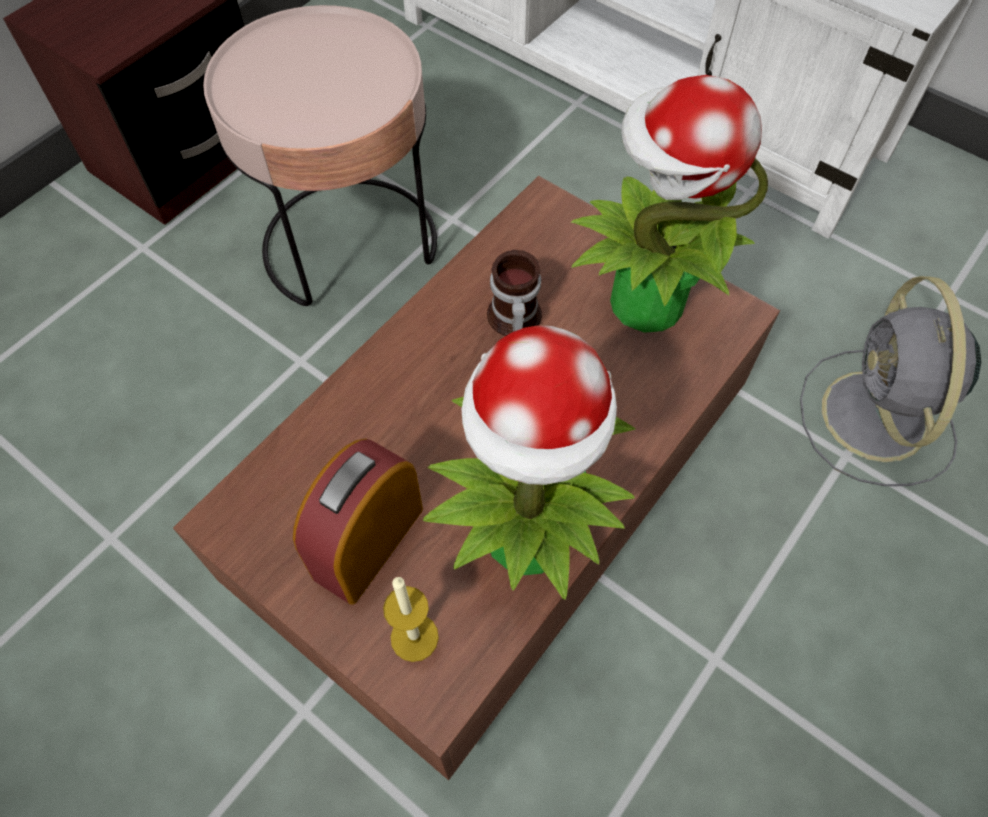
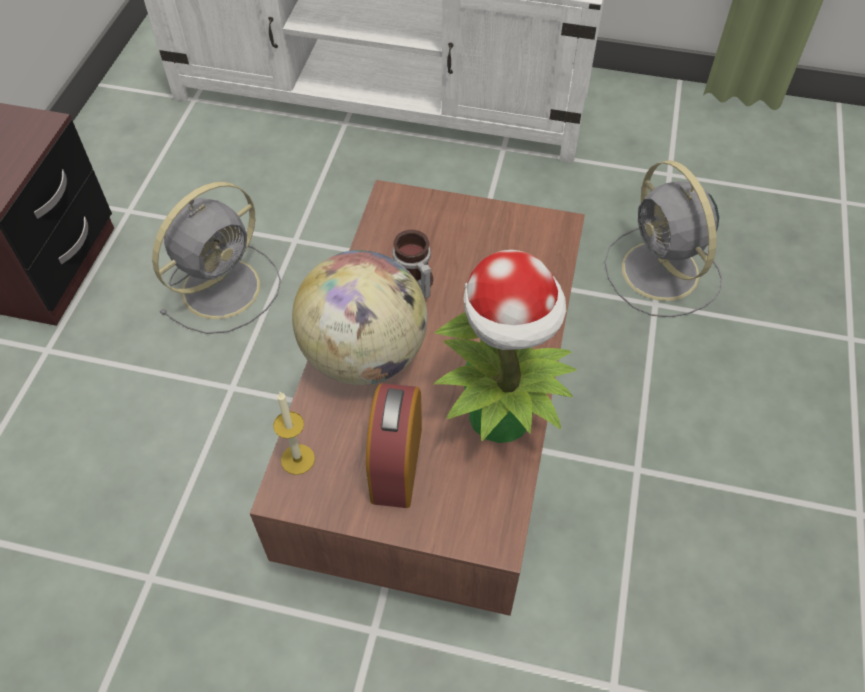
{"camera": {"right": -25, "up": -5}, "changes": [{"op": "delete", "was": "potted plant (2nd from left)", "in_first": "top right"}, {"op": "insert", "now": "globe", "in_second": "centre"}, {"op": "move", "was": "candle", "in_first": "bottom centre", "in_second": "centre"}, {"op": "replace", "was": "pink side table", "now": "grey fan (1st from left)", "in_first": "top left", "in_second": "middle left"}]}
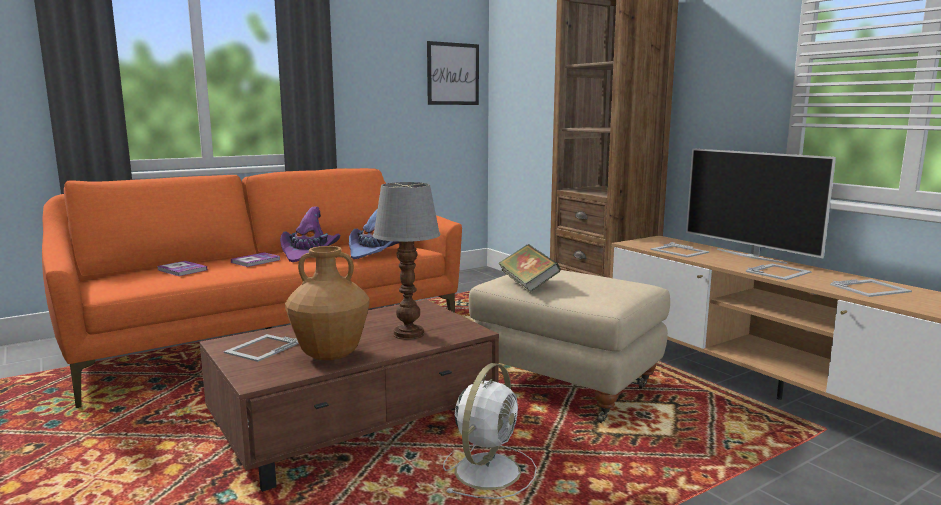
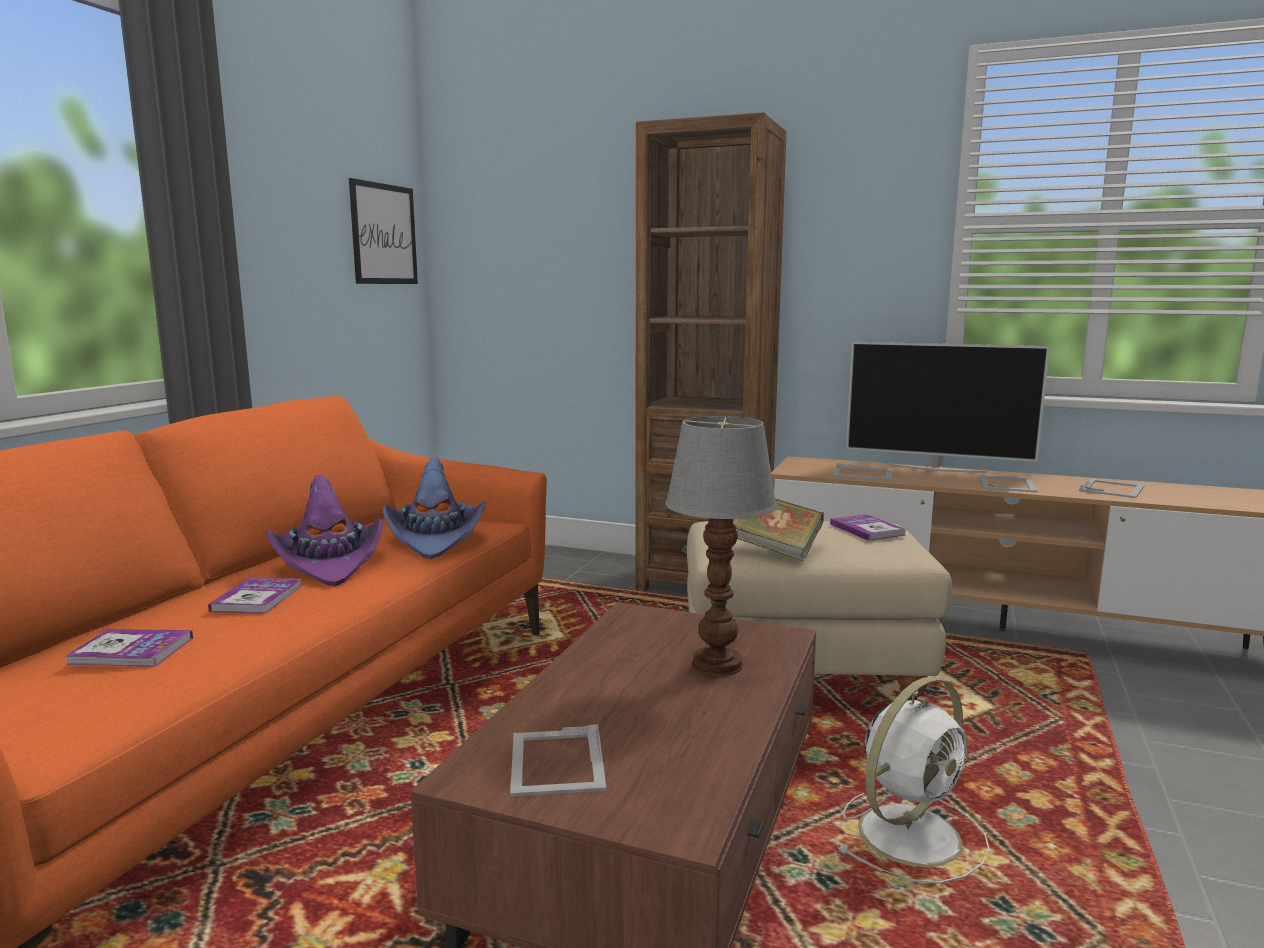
{"camera": {"right": -35, "up": 0}, "changes": [{"op": "delete", "was": "brown vase", "in_first": "centre"}, {"op": "insert", "now": "book (4th from left)", "in_second": "middle right"}, {"op": "rotate", "was": "white fan", "in_first": "bottom centre", "in_second": "bottom right", "clockwise": 60}]}
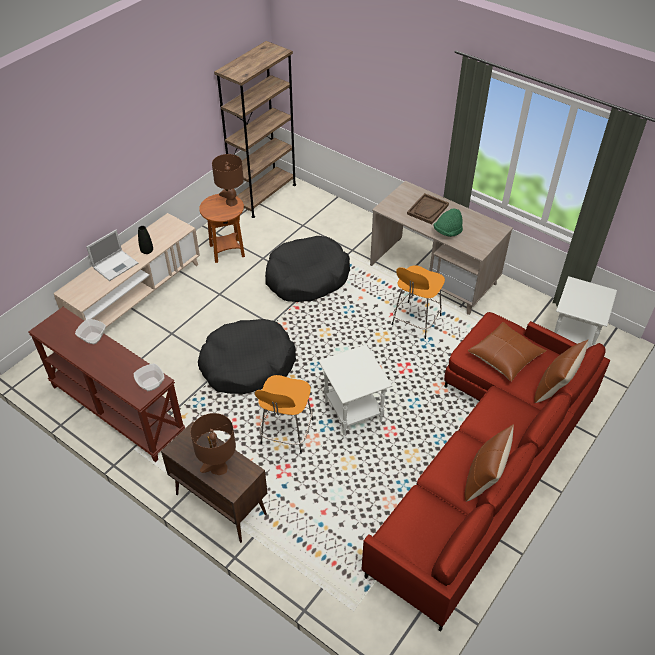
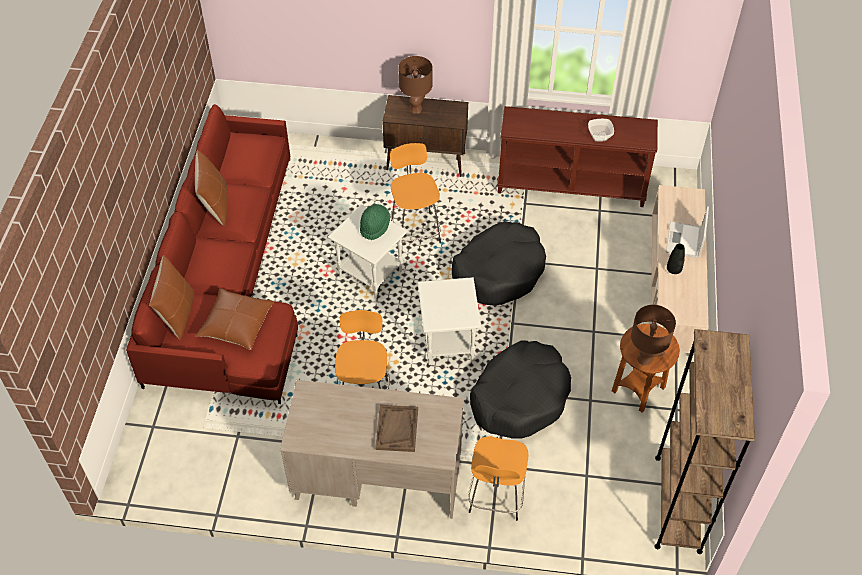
{"camera": {"right": 150, "up": 5}, "changes": [{"op": "delete", "was": "bowl (2nd from left)", "in_first": "middle left"}, {"op": "insert", "now": "orange stool (3rd from left)", "in_second": "bottom centre"}, {"op": "move", "was": "green hat", "in_first": "middle right", "in_second": "centre"}, {"op": "move", "was": "white side table (2nd from left)", "in_first": "middle right", "in_second": "centre"}]}
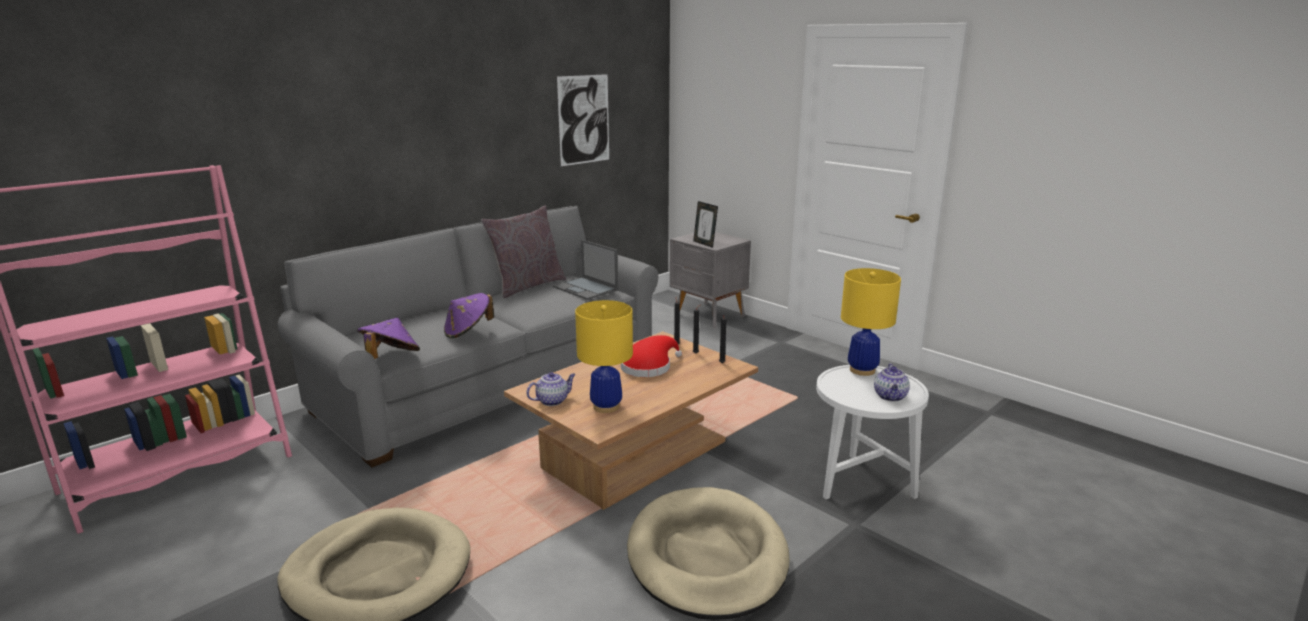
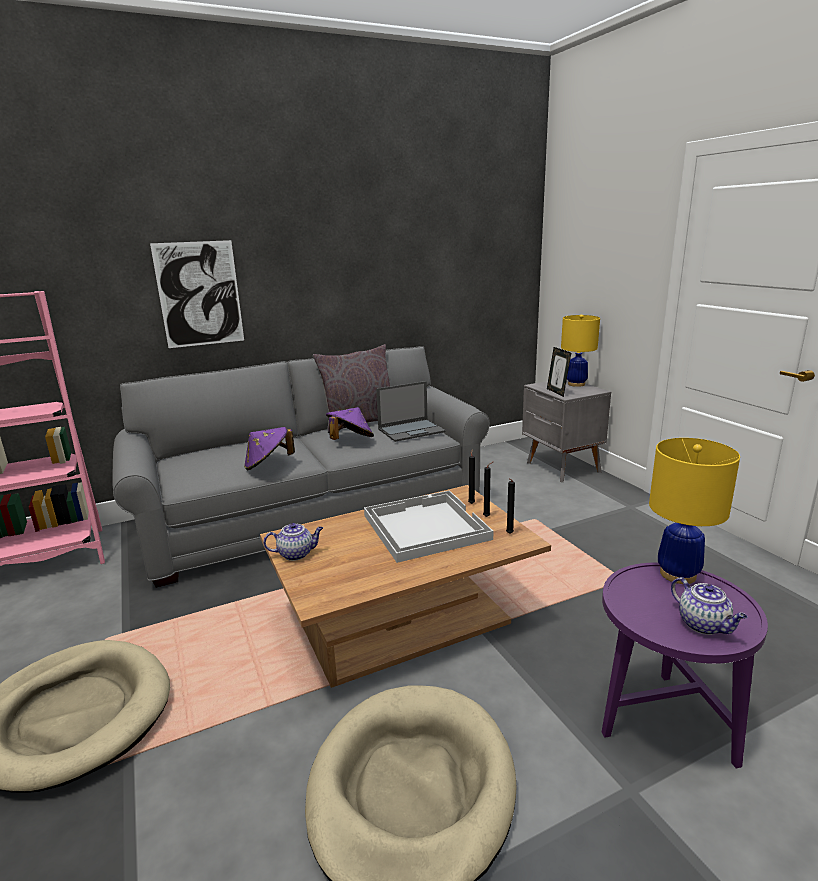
{"camera": {"right": 20, "up": 0}, "changes": [{"op": "move", "was": "purple hat (1st from left in the first image)", "now": "purple hat (2nd from left)", "in_first": "middle left", "in_second": "centre"}, {"op": "move", "was": "picture", "in_first": "top centre", "in_second": "middle left"}, {"op": "move", "was": "yellow table lamp (1st from left)", "in_first": "centre", "in_second": "middle right"}, {"op": "replace", "was": "red hat", "now": "white tray", "in_first": "centre", "in_second": "centre"}, {"op": "recolor", "was": "white side table", "now": "purple side table", "in_first": "bottom right", "in_second": "bottom right"}, {"op": "rotate", "was": "laptop", "in_first": "centre", "in_second": "centre", "clockwise": -90}, {"op": "rotate", "was": "teapot (2nd from left)", "in_first": "middle right", "in_second": "bottom right", "clockwise": -60}]}
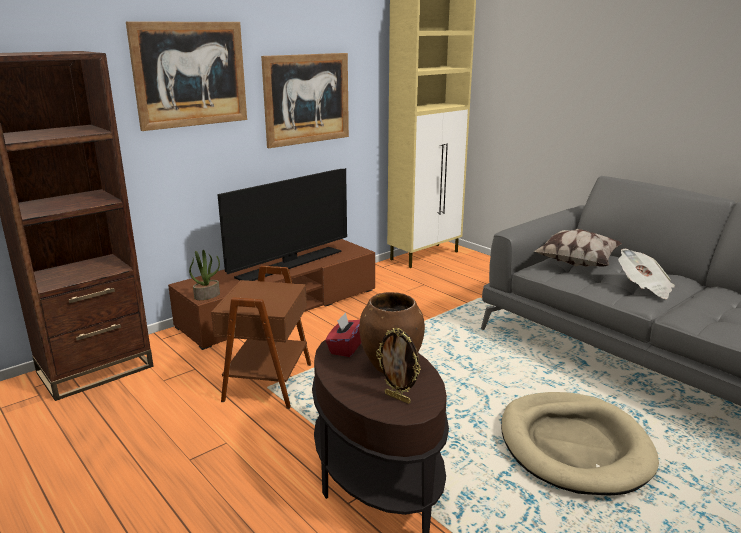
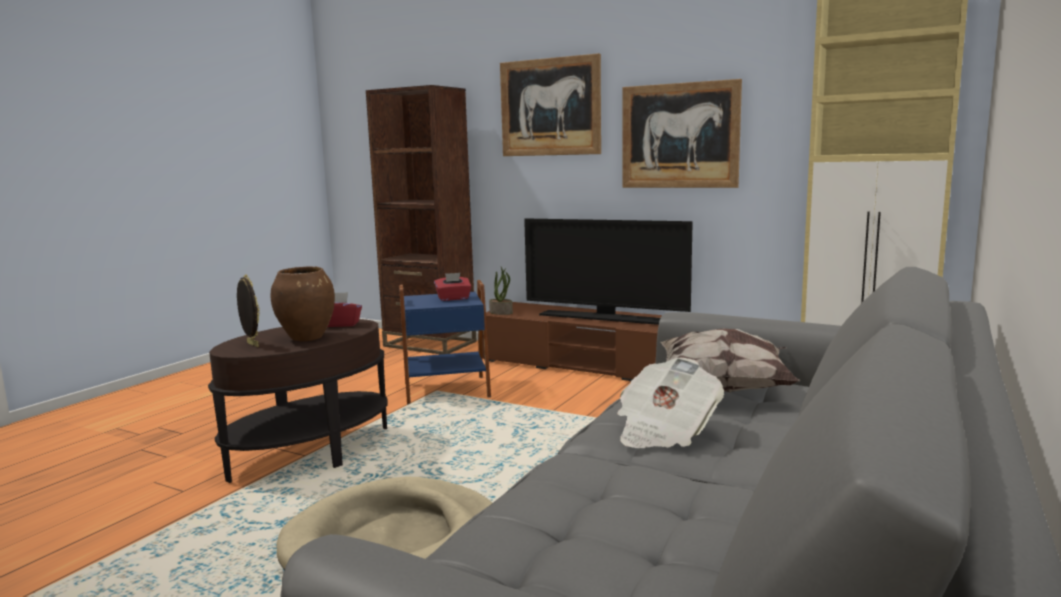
{"camera": {"right": 70, "up": -10}, "changes": [{"op": "insert", "now": "red tissue box (2nd from left)", "in_second": "centre"}, {"op": "recolor", "was": "brown side table (1st from left)", "now": "blue side table", "in_first": "centre", "in_second": "centre"}, {"op": "rotate", "was": "picture frame", "in_first": "bottom centre", "in_second": "middle left", "clockwise": 120}]}
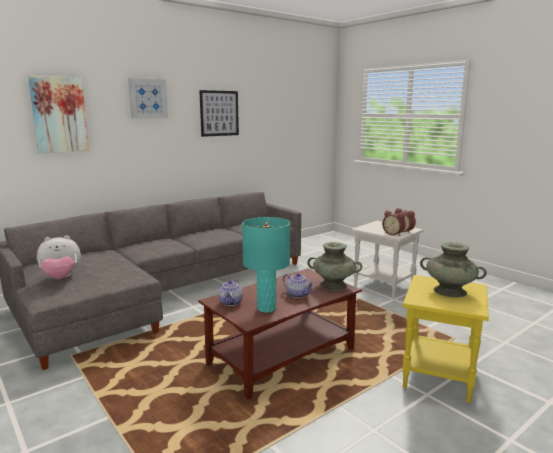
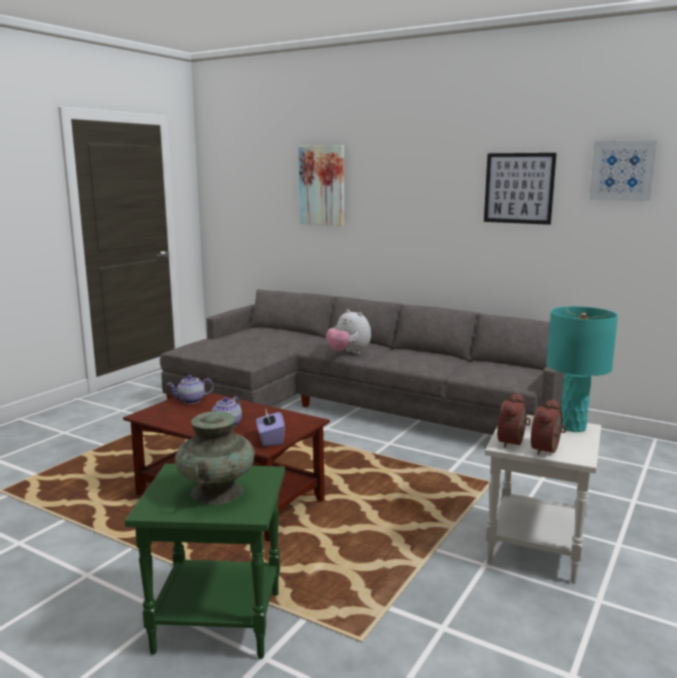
{"camera": {"right": 70, "up": 0}, "changes": [{"op": "move", "was": "plush toy", "in_first": "middle left", "in_second": "centre"}, {"op": "move", "was": "picture (2nd from left in the first image)", "now": "picture (3rd from left)", "in_first": "top left", "in_second": "top right"}, {"op": "move", "was": "turquoise table lamp", "in_first": "centre", "in_second": "middle right"}, {"op": "replace", "was": "turquoise vase (1st from left)", "now": "purple tissue box", "in_first": "centre", "in_second": "centre"}, {"op": "recolor", "was": "yellow side table", "now": "green side table", "in_first": "bottom right", "in_second": "bottom left"}]}
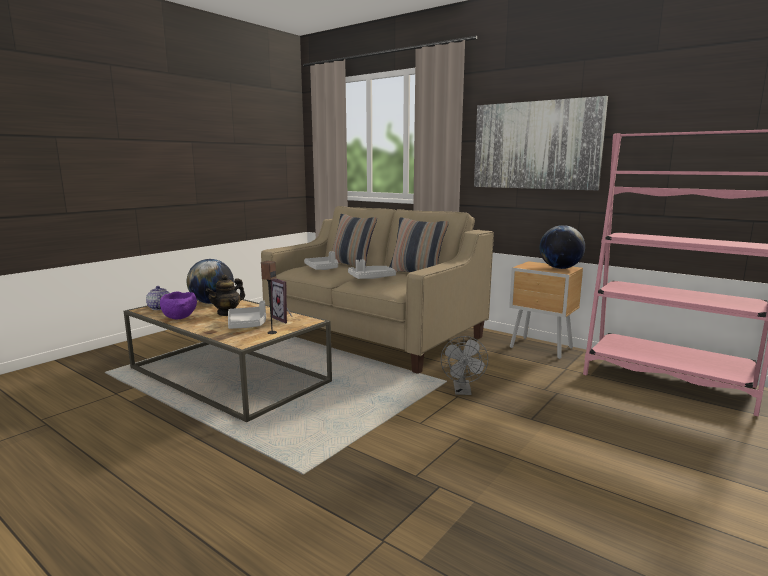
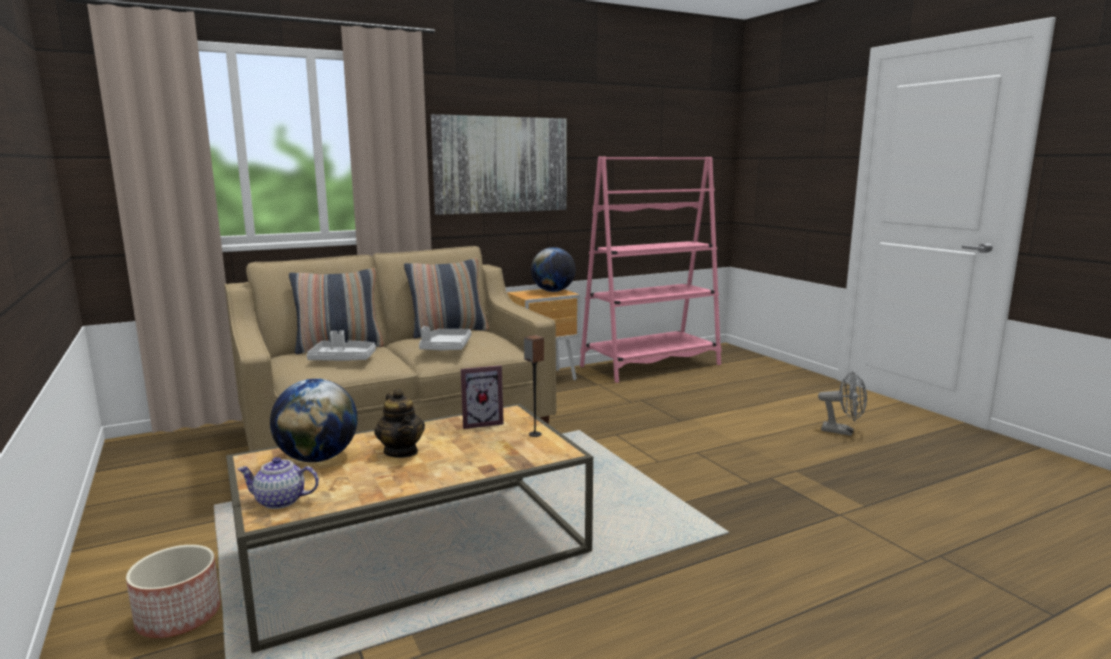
{"camera": {"right": -65, "up": 0}, "changes": [{"op": "delete", "was": "purple bowl", "in_first": "middle left"}, {"op": "delete", "was": "grey tray (1st from left)", "in_first": "middle left"}, {"op": "insert", "now": "planter", "in_second": "bottom left"}, {"op": "move", "was": "grey fan", "in_first": "centre", "in_second": "middle right"}]}
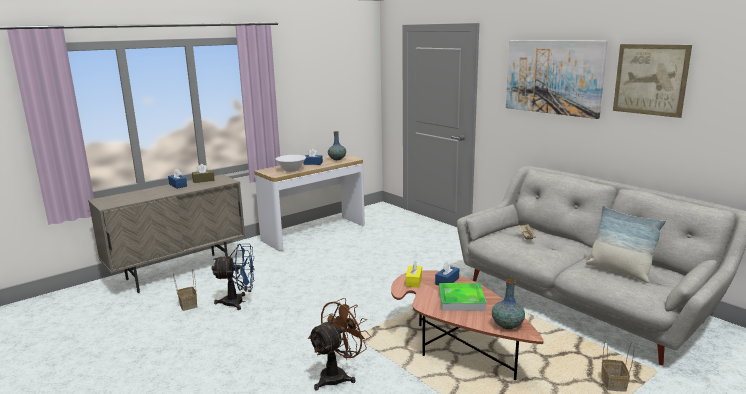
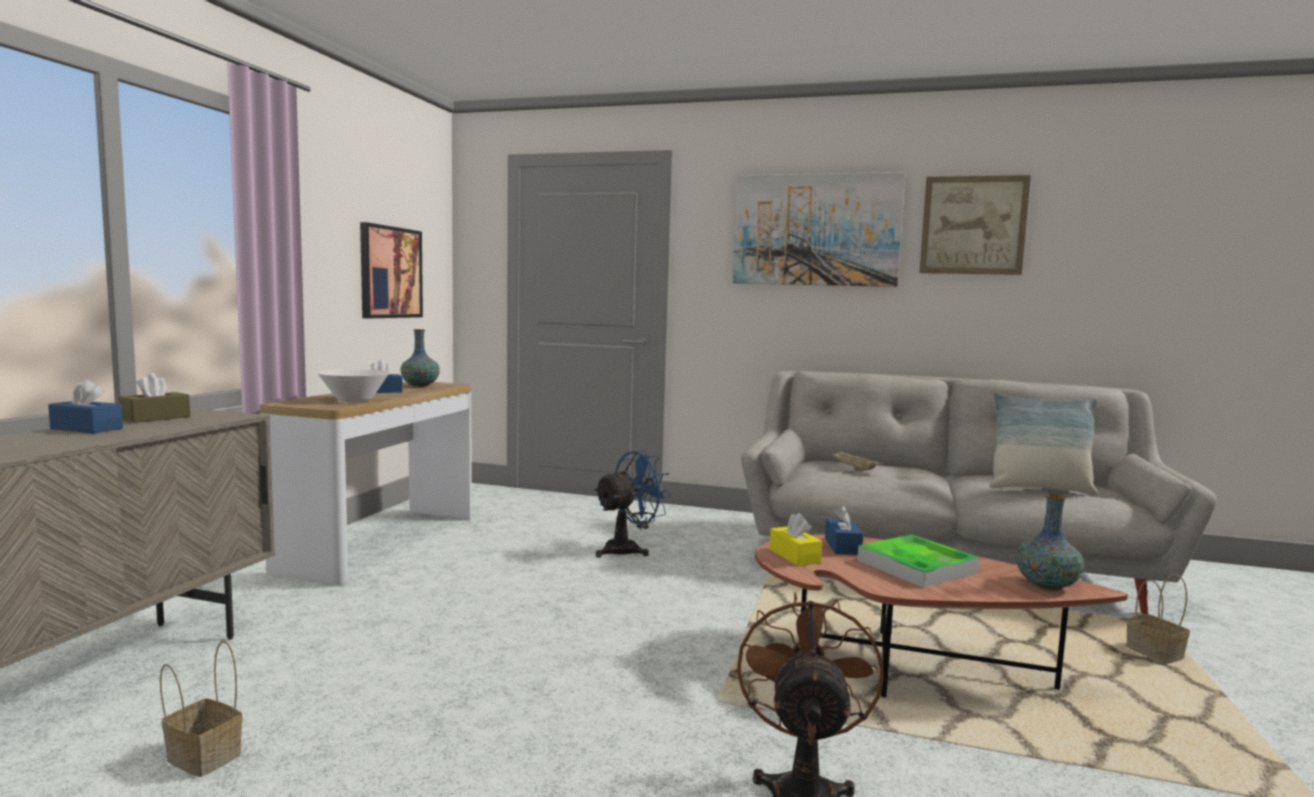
{"camera": {"right": -35, "up": -10}, "changes": [{"op": "insert", "now": "picture (1st from left)", "in_second": "middle left"}, {"op": "move", "was": "blue fan", "in_first": "bottom left", "in_second": "centre"}]}
